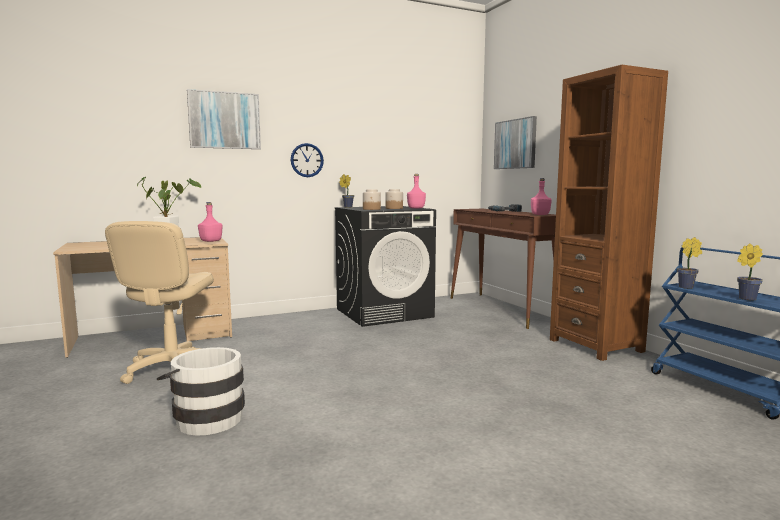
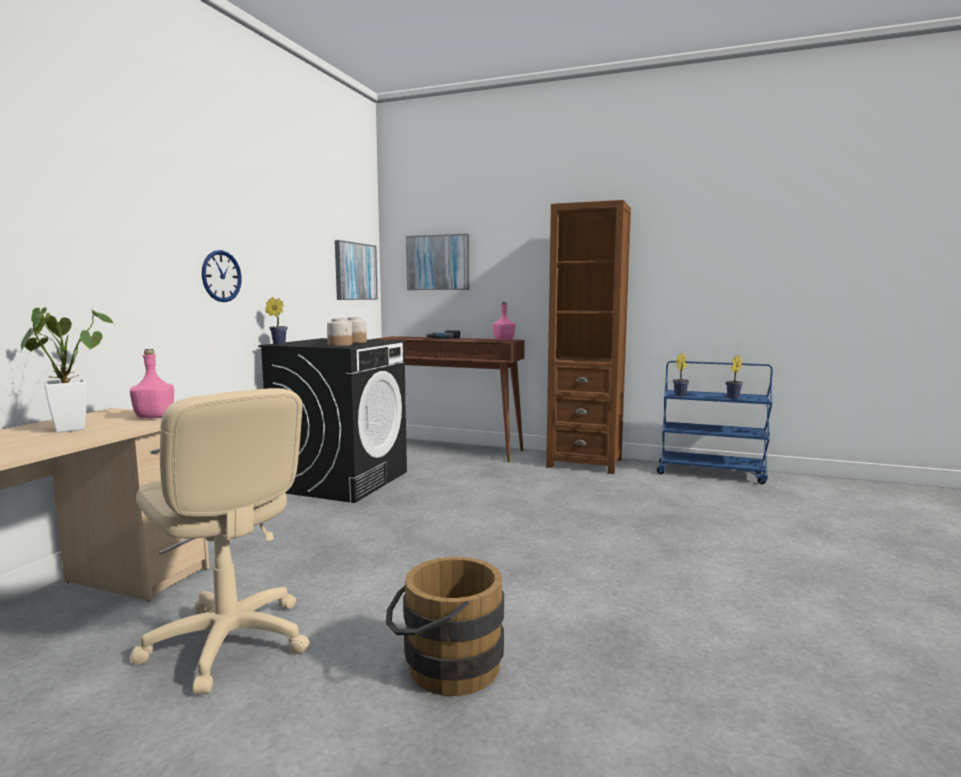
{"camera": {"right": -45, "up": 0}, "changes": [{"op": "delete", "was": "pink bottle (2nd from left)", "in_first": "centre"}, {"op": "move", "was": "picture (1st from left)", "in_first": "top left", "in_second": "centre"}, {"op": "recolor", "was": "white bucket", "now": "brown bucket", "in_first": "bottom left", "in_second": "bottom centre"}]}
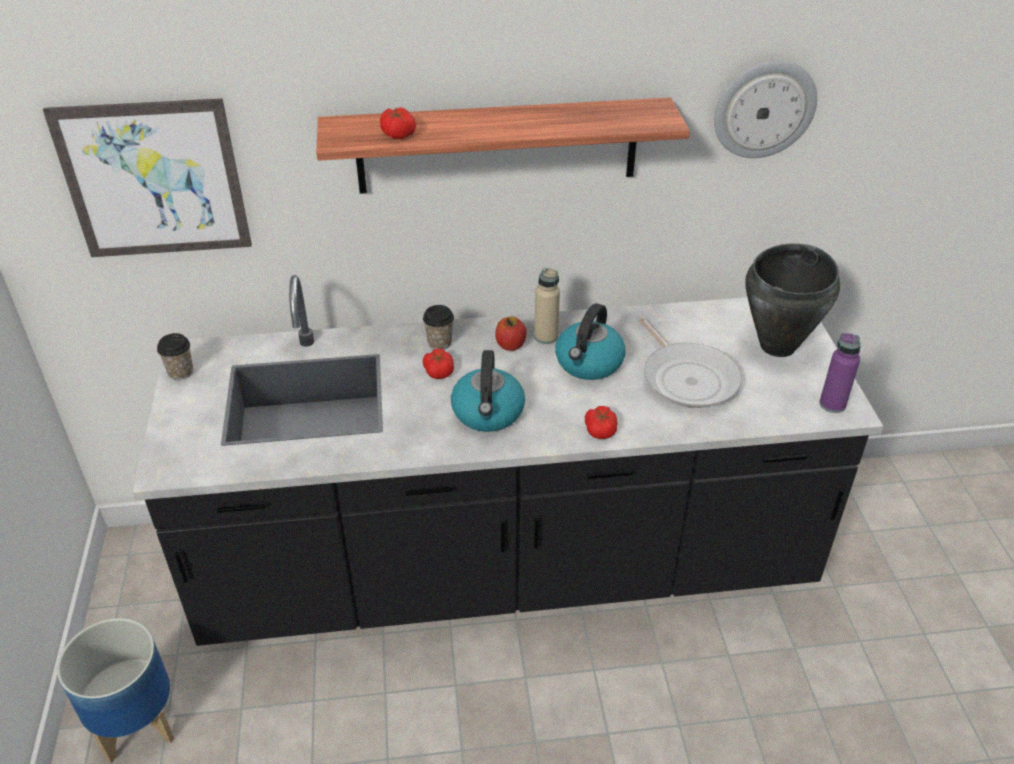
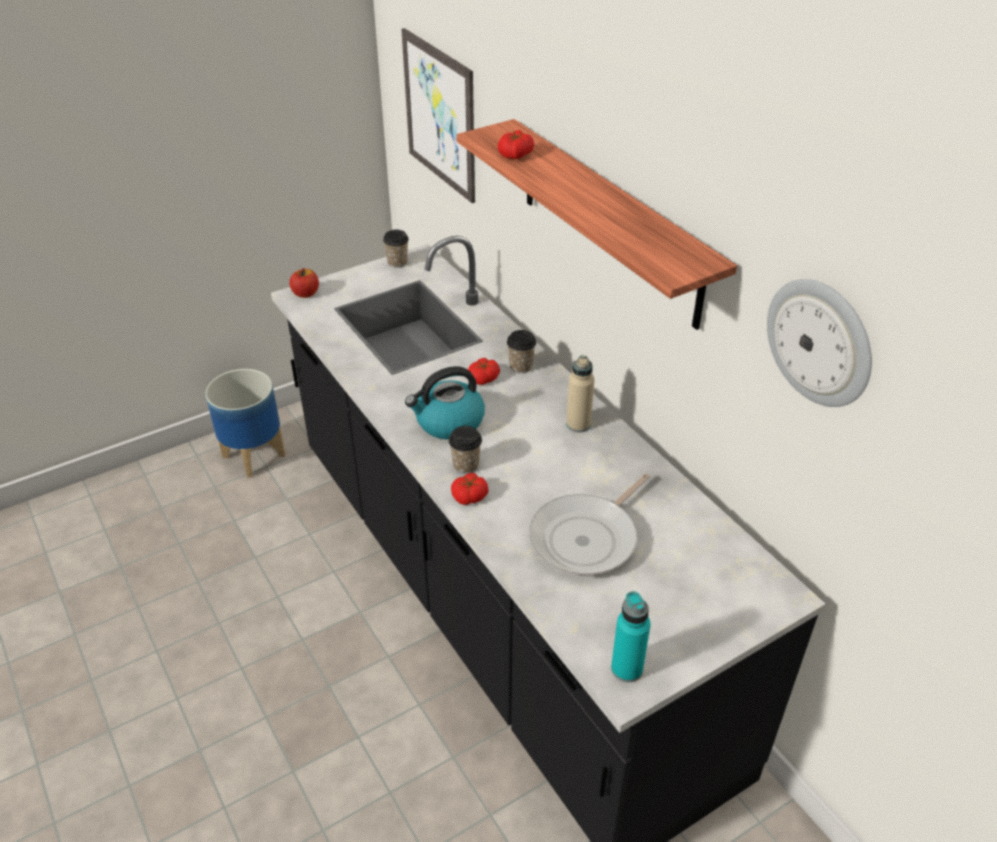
{"camera": {"right": 65, "up": 0}, "changes": [{"op": "delete", "was": "kettle (2nd from left)", "in_first": "centre"}, {"op": "delete", "was": "black cooking pot", "in_first": "middle right"}, {"op": "insert", "now": "cup (2nd from left)", "in_second": "centre"}, {"op": "move", "was": "apple", "in_first": "centre", "in_second": "middle left"}, {"op": "recolor", "was": "purple bottle", "now": "turquoise bottle", "in_first": "middle right", "in_second": "bottom centre"}]}
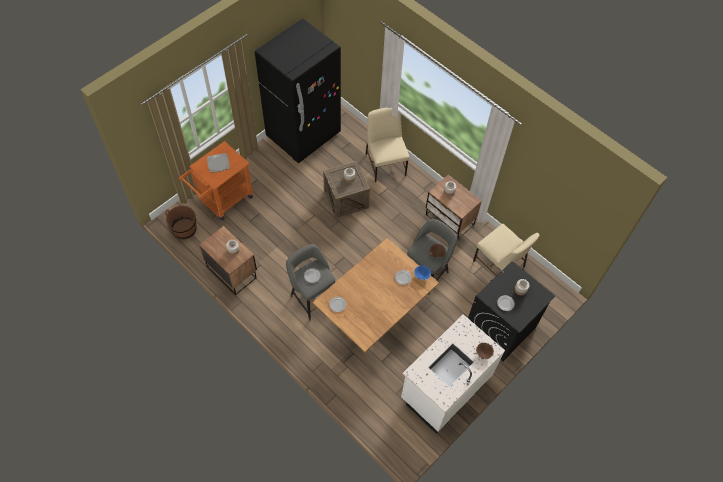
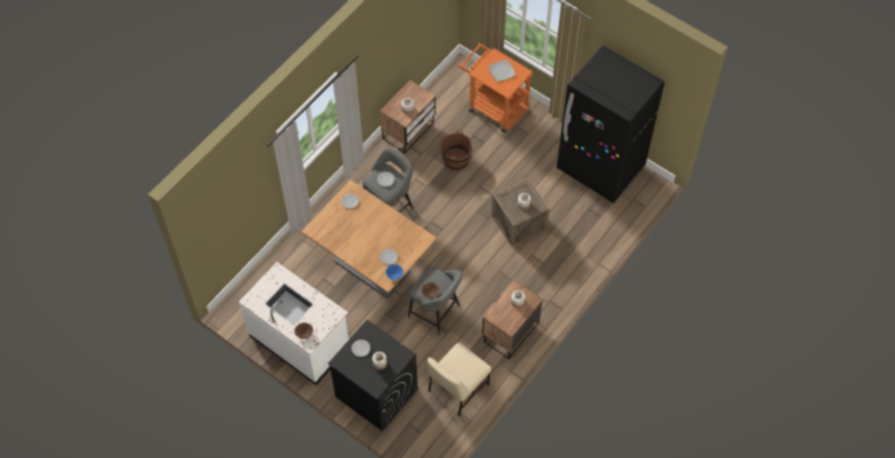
{"camera": {"right": 85, "up": 0}, "changes": [{"op": "delete", "was": "beige chair (1st from left)", "in_first": "top centre"}, {"op": "move", "was": "brown bucket", "in_first": "middle left", "in_second": "top centre"}]}
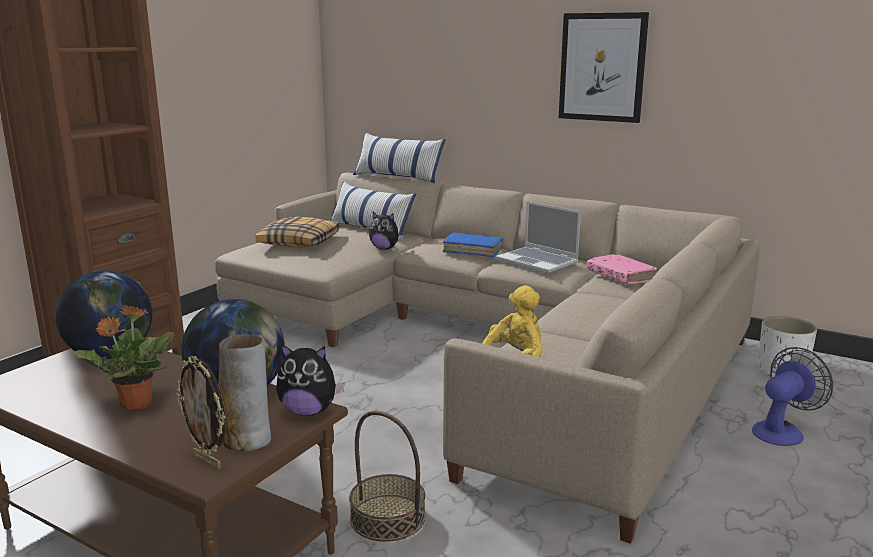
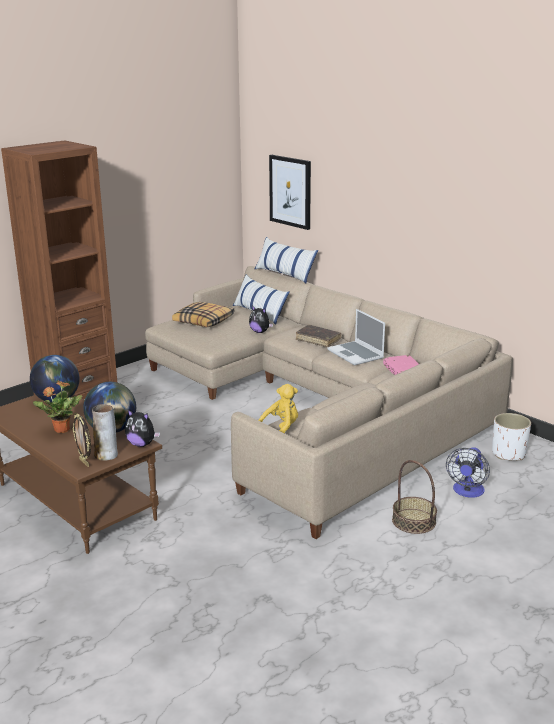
{"camera": {"right": 15, "up": 5}, "changes": [{"op": "move", "was": "basket", "in_first": "bottom centre", "in_second": "bottom right"}, {"op": "move", "was": "picture", "in_first": "top right", "in_second": "top centre"}, {"op": "recolor", "was": "blue book", "now": "brown book", "in_first": "centre", "in_second": "centre"}, {"op": "rotate", "was": "fan", "in_first": "bottom right", "in_second": "middle right", "clockwise": 135}]}
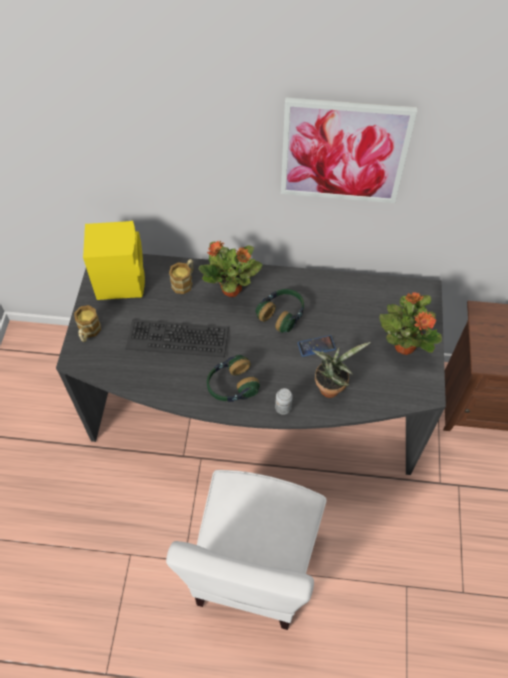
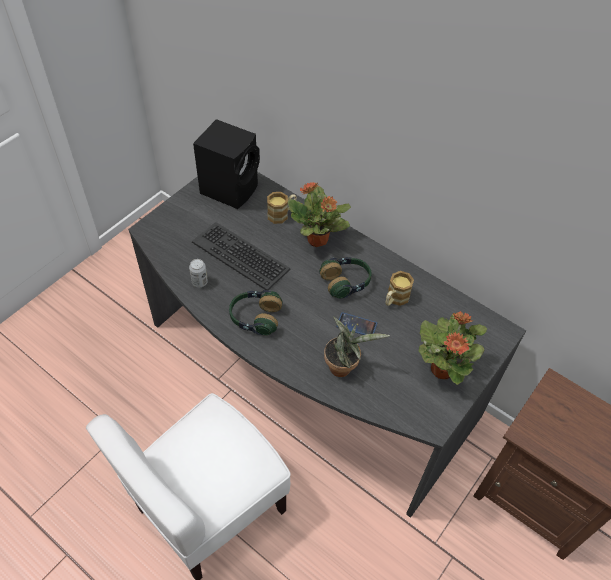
{"camera": {"right": 30, "up": -5}, "changes": [{"op": "delete", "was": "picture", "in_first": "top right"}, {"op": "move", "was": "mug (1st from left in the first image)", "now": "mug (2nd from left)", "in_first": "middle left", "in_second": "centre"}, {"op": "move", "was": "can", "in_first": "centre", "in_second": "middle left"}, {"op": "recolor", "was": "yellow speaker", "now": "black speaker", "in_first": "middle left", "in_second": "top centre"}]}
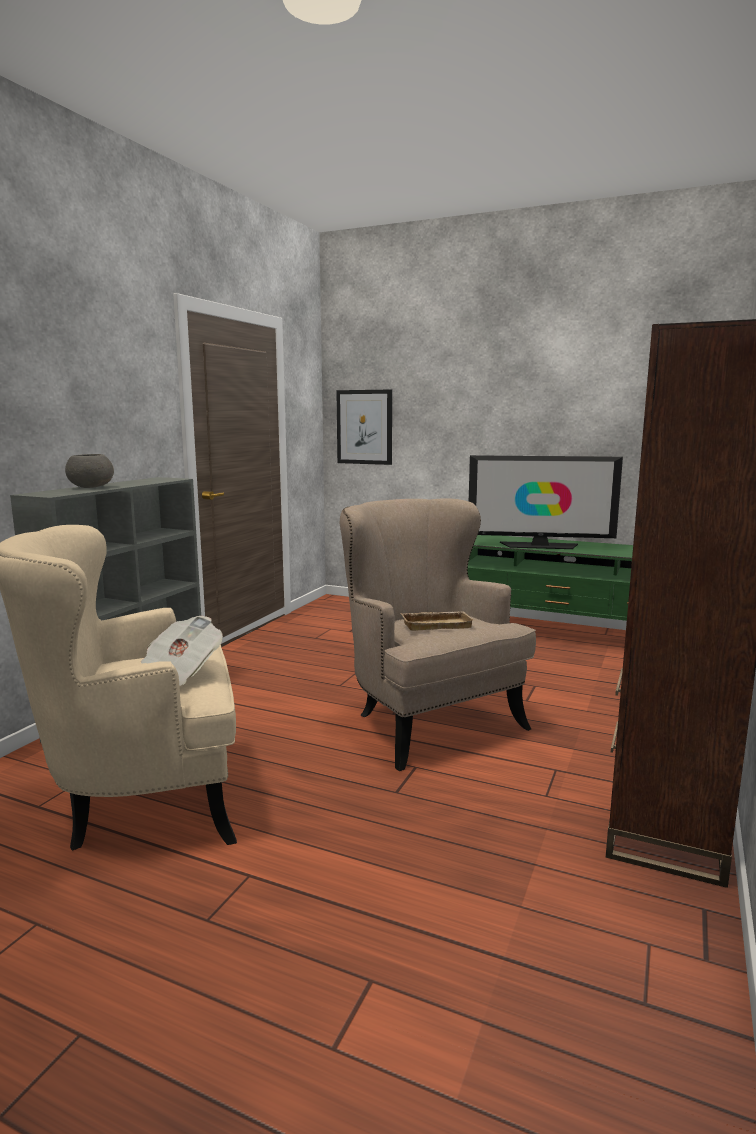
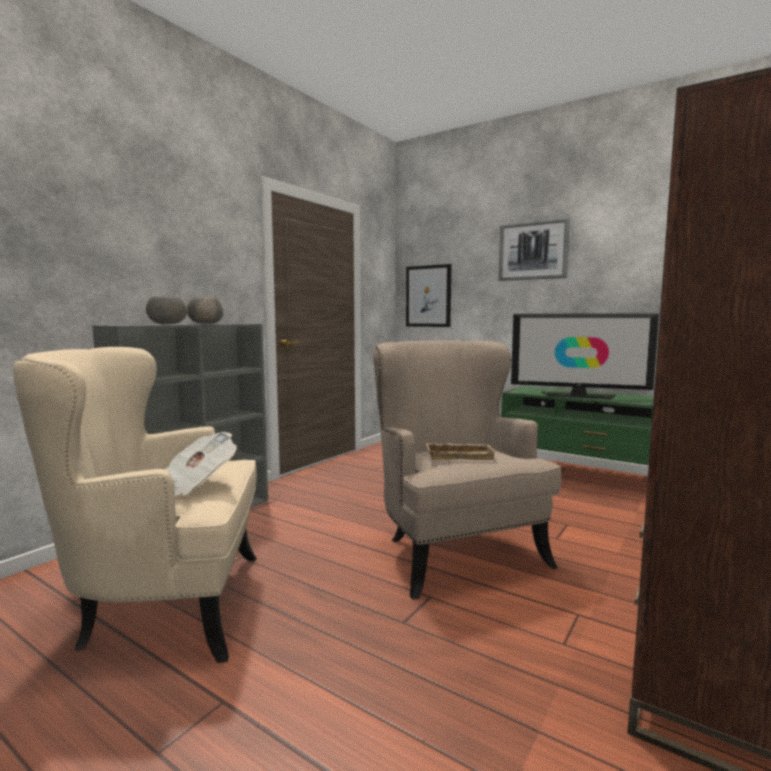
{"camera": {"right": 10, "up": -5}, "changes": [{"op": "insert", "now": "grey bowl (2nd from left)", "in_second": "middle left"}, {"op": "insert", "now": "picture (2nd from left)", "in_second": "top right"}]}
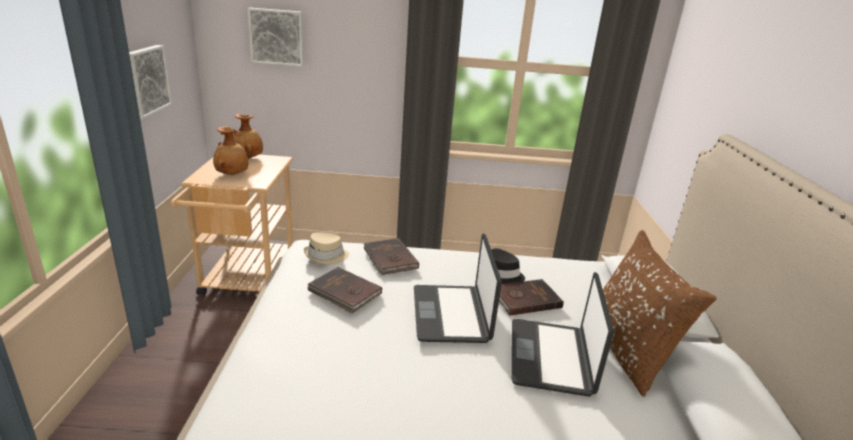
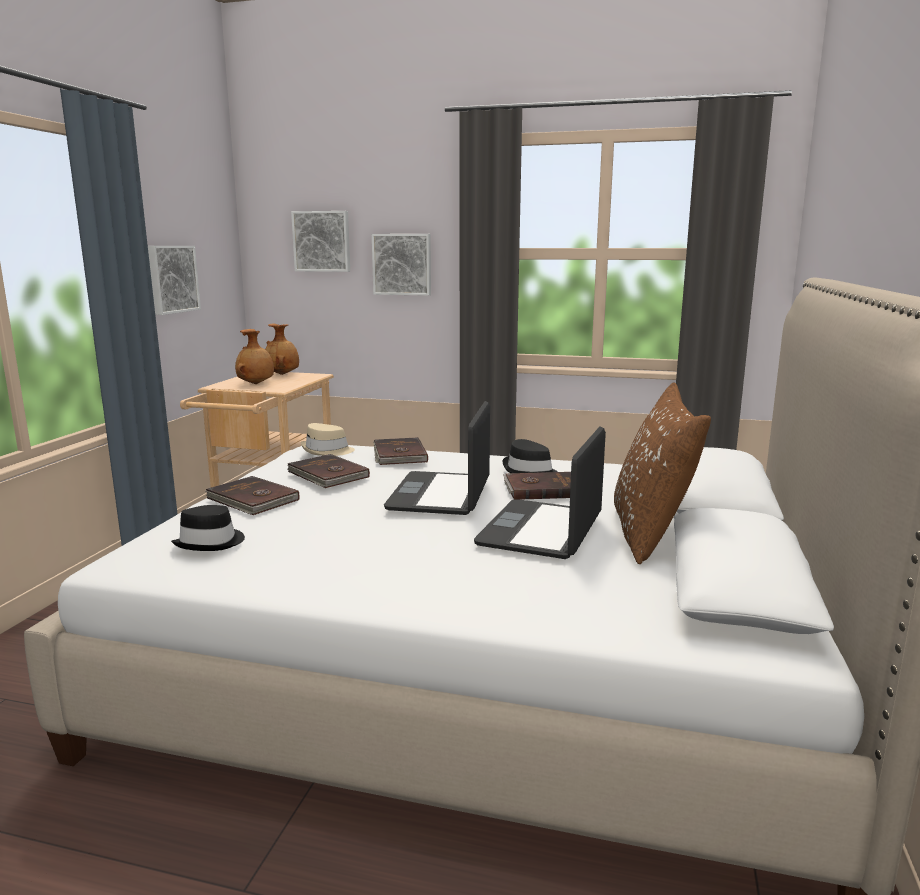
{"camera": {"right": 15, "up": -10}, "changes": [{"op": "insert", "now": "black hat (1st from left)", "in_second": "middle left"}, {"op": "insert", "now": "brown book (1st from left)", "in_second": "middle left"}, {"op": "insert", "now": "picture (3rd from left)", "in_second": "top centre"}]}
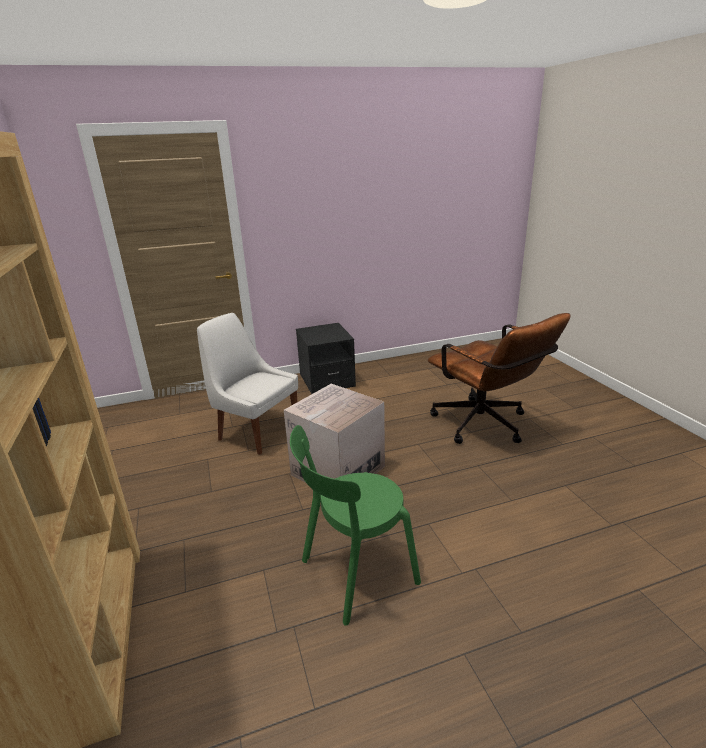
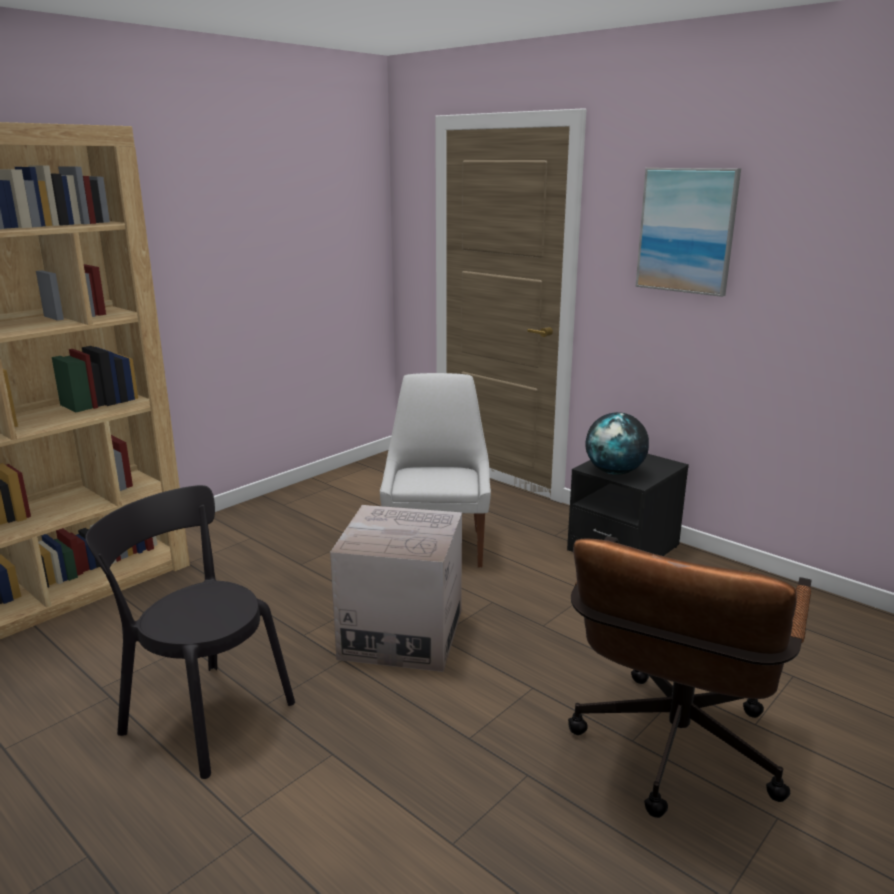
{"camera": {"right": 60, "up": -5}, "changes": [{"op": "insert", "now": "globe", "in_second": "middle right"}, {"op": "insert", "now": "picture", "in_second": "top right"}, {"op": "recolor", "was": "green chair", "now": "black chair", "in_first": "bottom centre", "in_second": "bottom left"}]}
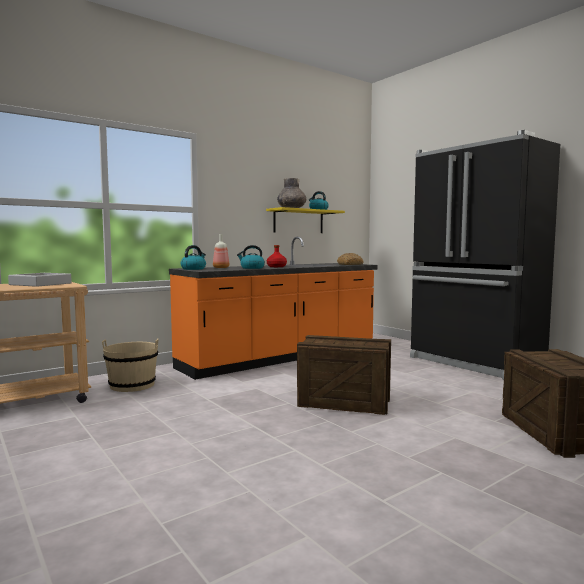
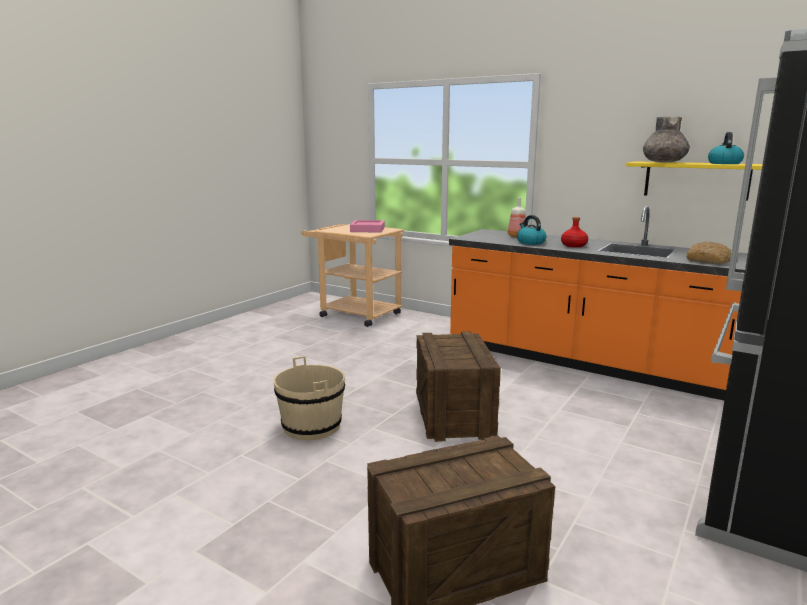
{"camera": {"right": 70, "up": 10}, "changes": [{"op": "delete", "was": "kettle (1st from left)", "in_first": "middle left"}, {"op": "move", "was": "beige bucket", "in_first": "middle left", "in_second": "centre"}, {"op": "recolor", "was": "grey tray", "now": "pink tray", "in_first": "middle left", "in_second": "centre"}]}
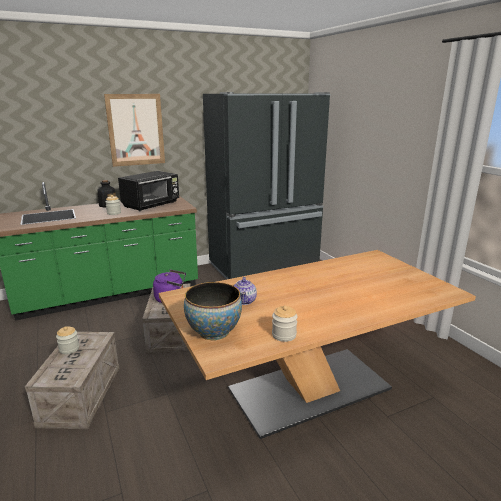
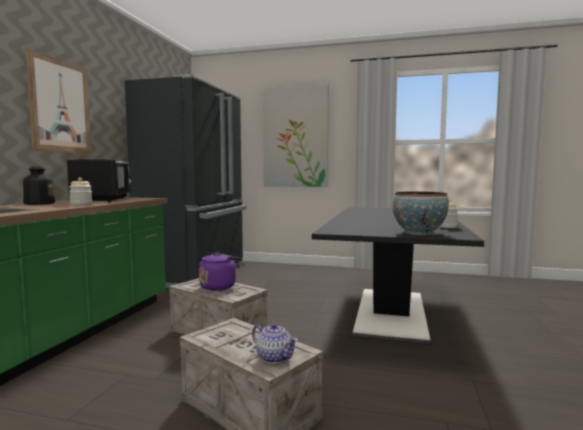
{"camera": {"right": -50, "up": -15}, "changes": [{"op": "delete", "was": "jar (1st from left)", "in_first": "bottom left"}, {"op": "insert", "now": "picture (2nd from left)", "in_second": "top centre"}, {"op": "move", "was": "teapot", "in_first": "centre", "in_second": "bottom centre"}, {"op": "recolor", "was": "beige dining table", "now": "black dining table", "in_first": "bottom centre", "in_second": "middle right"}]}
